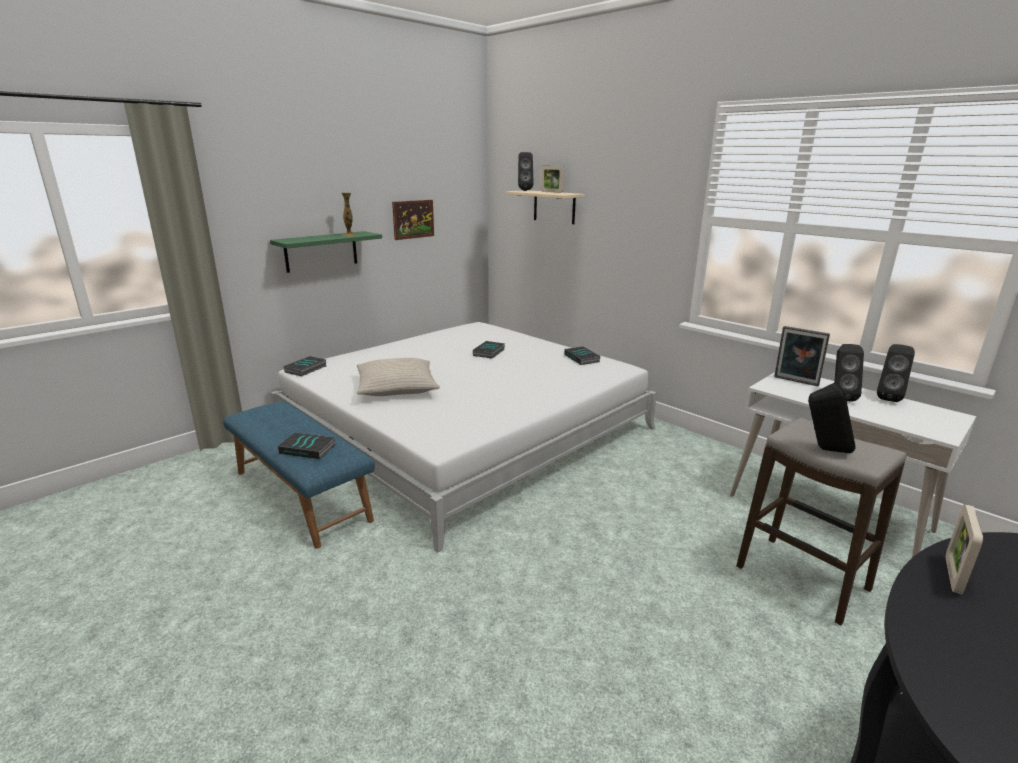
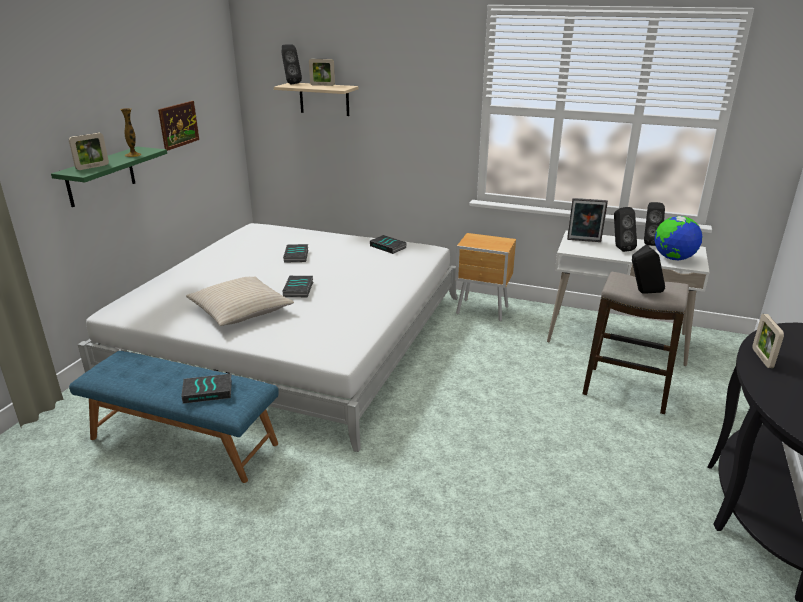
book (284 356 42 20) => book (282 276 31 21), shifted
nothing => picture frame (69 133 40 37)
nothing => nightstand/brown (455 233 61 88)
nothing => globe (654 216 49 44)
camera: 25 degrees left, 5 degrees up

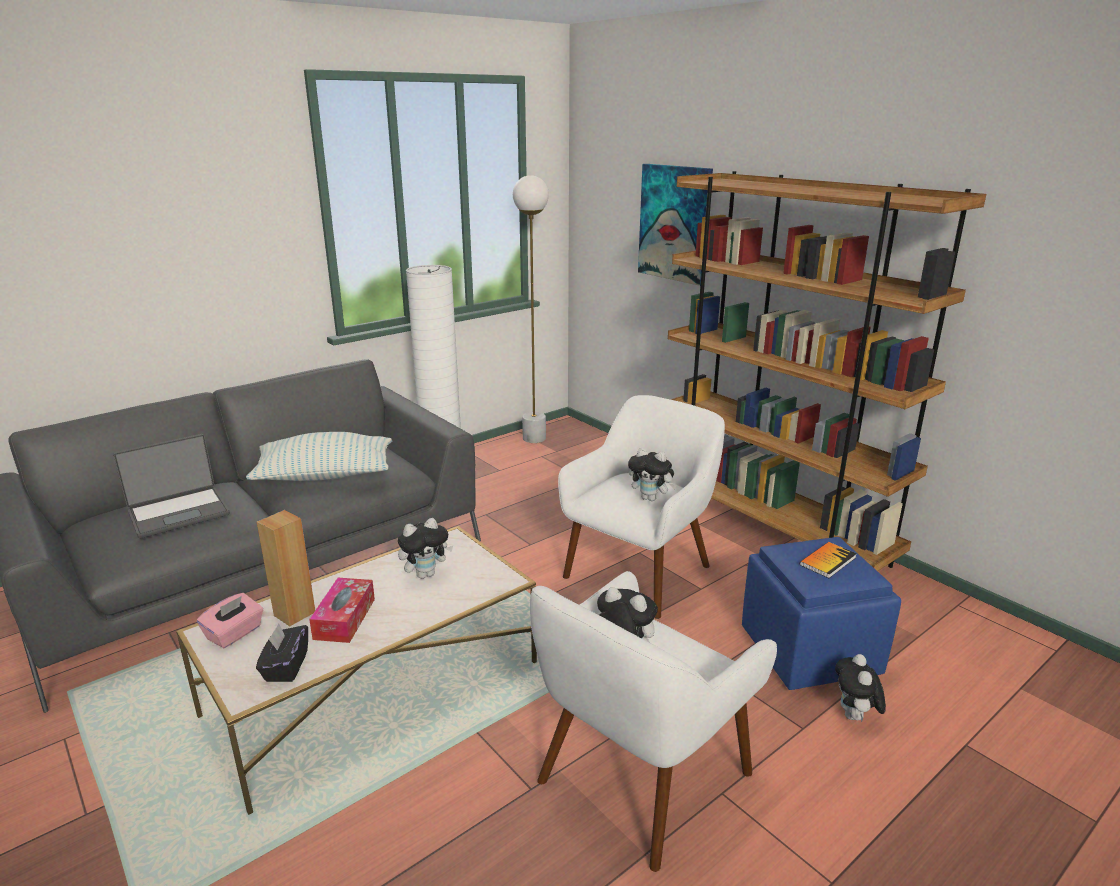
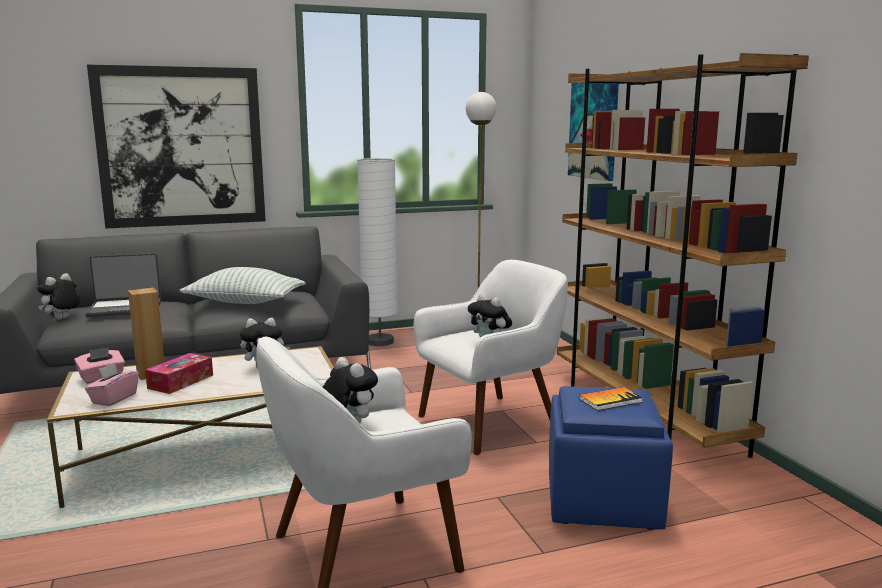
tissue box/black (256 623 52 59) => tissue box/pink (85 362 54 44)
plush toy (835 654 51 69) => plush toy (37 273 43 47), shifted
nothing => picture (87 65 179 163)
camera: 20 degrees right, 10 degrees down

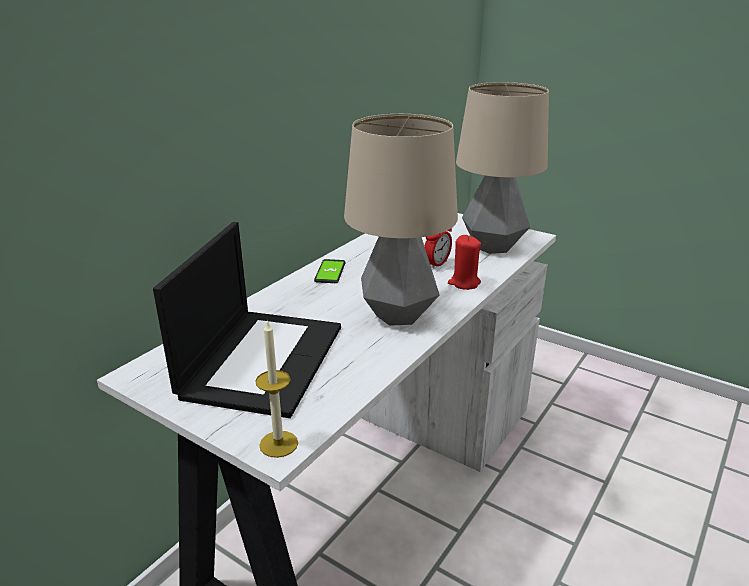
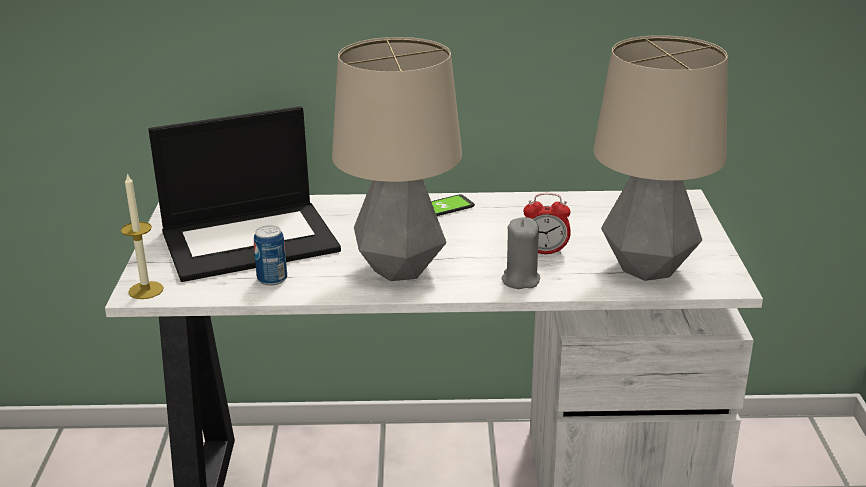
candle/red (448 235 33 55) => candle/grey (502 217 38 72)
nothing => can (254 225 33 61)
camera: 55 degrees right, 0 degrees up

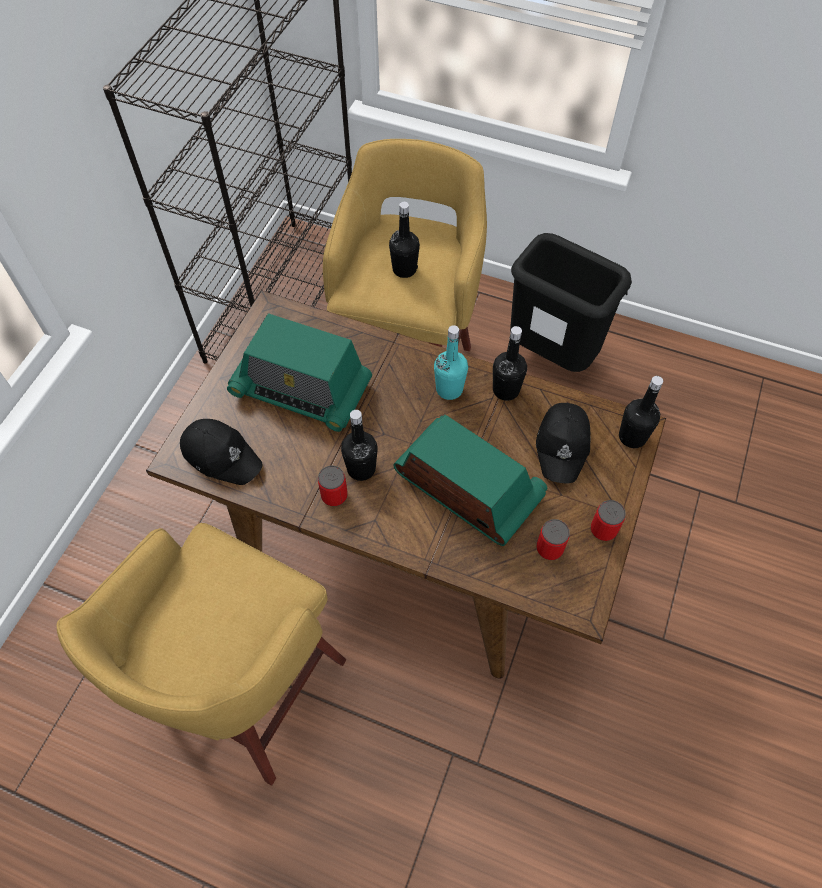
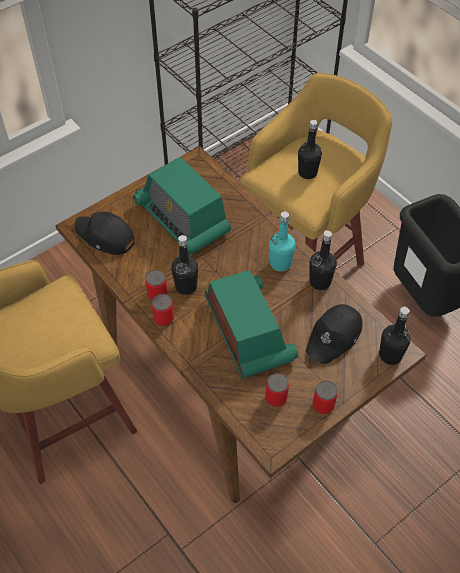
cap/black (180 419 83 66) => cap/black (75 212 60 43), 150 degrees clockwise
nothing => can (152 294 22 32)
camera: 30 degrees right, 5 degrees down

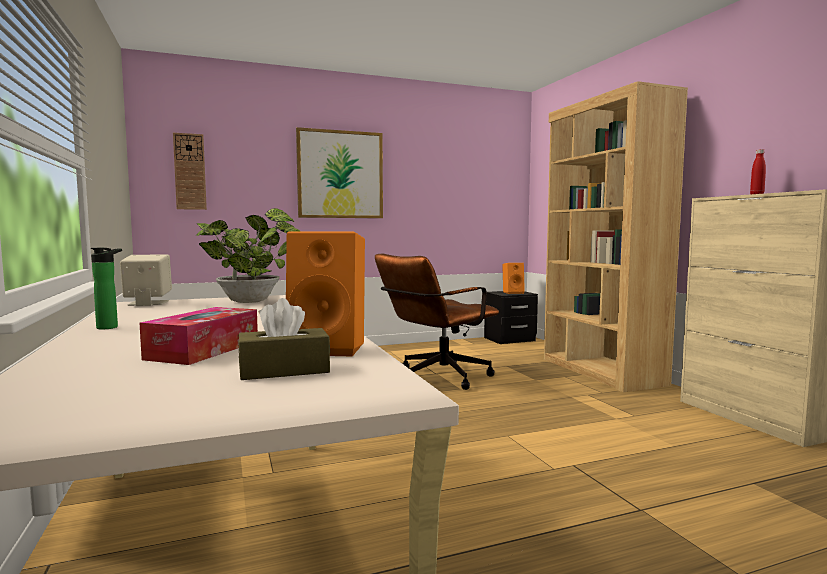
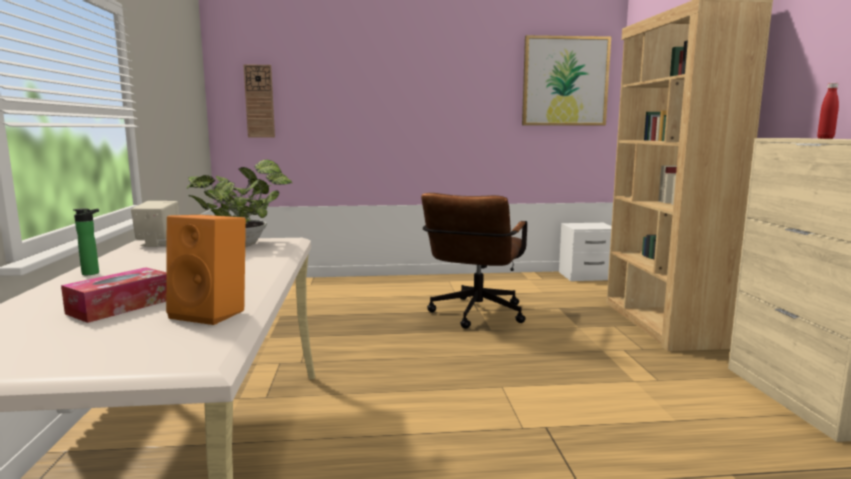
tissue box/brown (238 298 92 82) => nothing
picture (296 127 87 91) => picture (522 35 89 90), shifted
office chair/brown (375 254 124 136) => office chair/brown (421 193 106 136), 45 degrees counterclockwise
nightstand/black (484 291 54 53) => nightstand/white (559 223 53 58)
speaker/orange (502 263 23 31) => nothing
camera: 15 degrees right, 5 degrees up

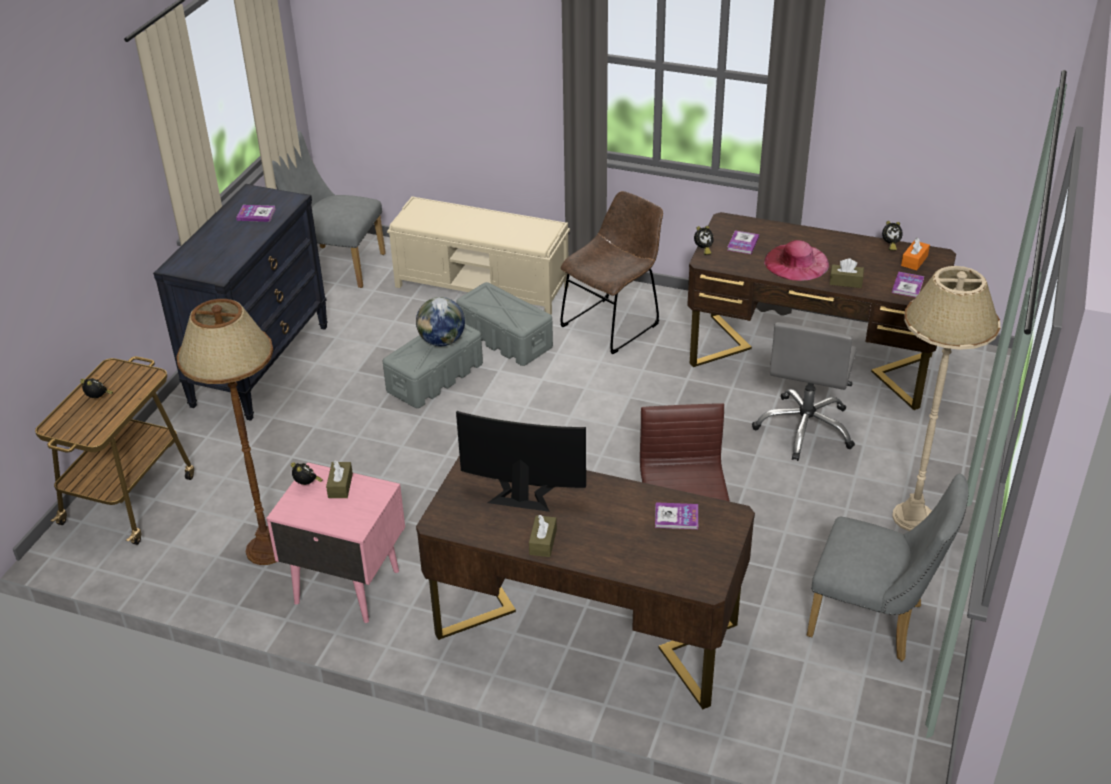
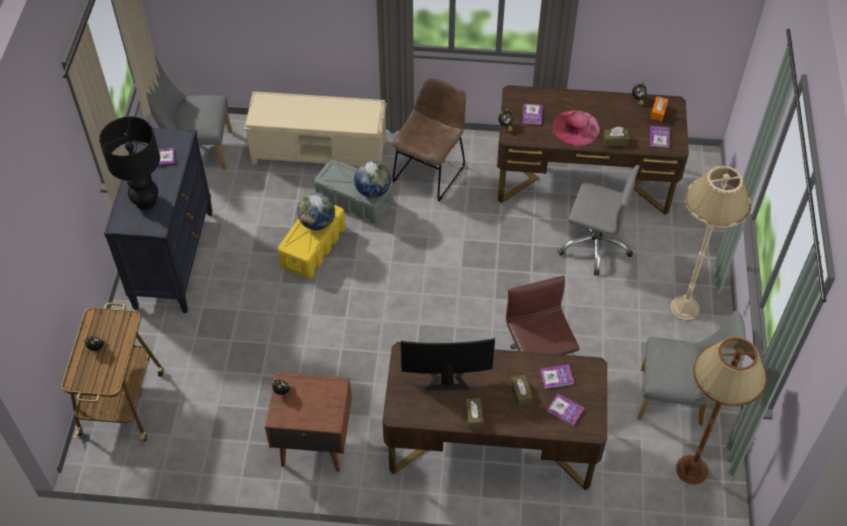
floor lamp/brown (176 299 100 266) => floor lamp/brown (676 337 91 148), shifted
nightstand/pink (266 462 139 161) => nightstand/brown (265 372 87 100)
tissue box/brown (326 461 27 37) => tissue box/brown (511 375 22 31), shifted
storage box/grey (383 324 100 84) => storage box/yellow (278 205 67 74)
office chair/grey (752 322 105 139) => office chair/grey (558 165 82 111), 75 degrees counterclockwise
nothing => table lamp/black (99 117 61 93)
nothing => globe (354 161 37 37)
nothing => book (547 394 37 32)
camera: 15 degrees left, 15 degrees up

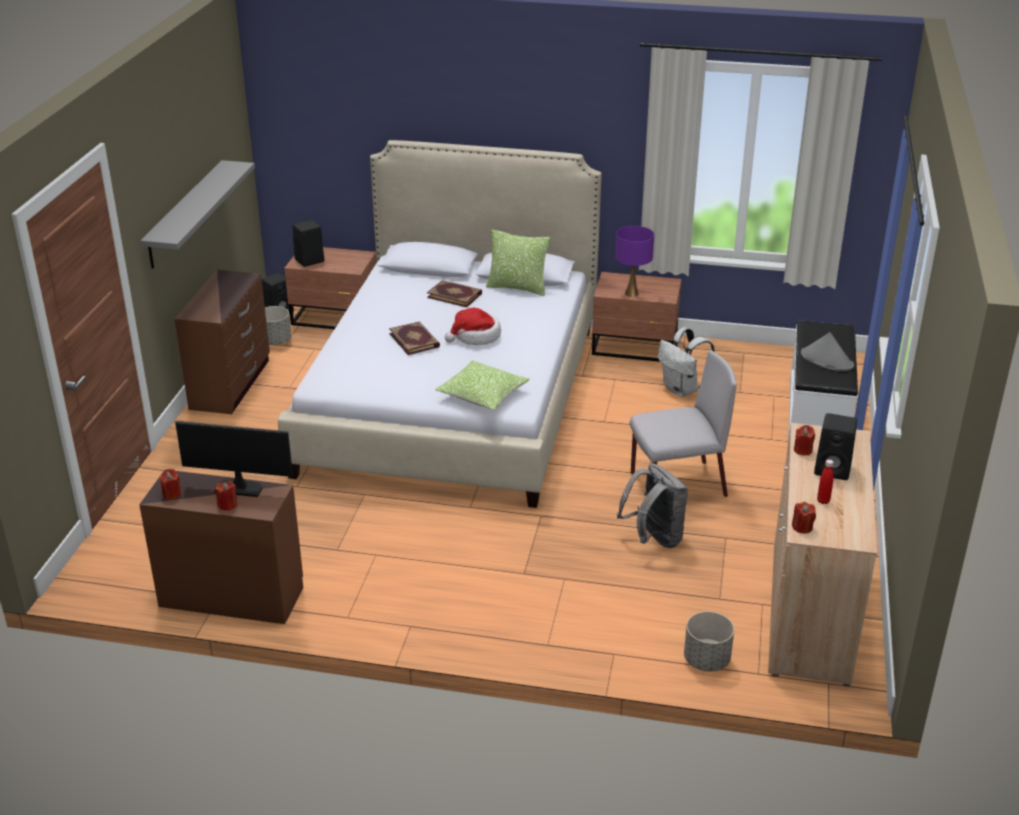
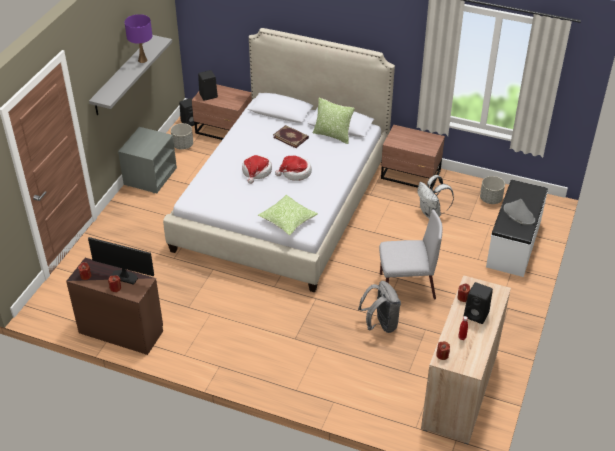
dresser/brown (175 270 95 144) => nightstand/grey (118 127 59 66)
book (389 322 51 33) => hat (242 155 30 29)
table lamp/purple (615 226 39 71) => table lamp/purple (124 14 28 49), shifted
planter/grey (684 611 50 61) => planter/grey (480 176 25 28), shifted
camera: 10 degrees right, 10 degrees up

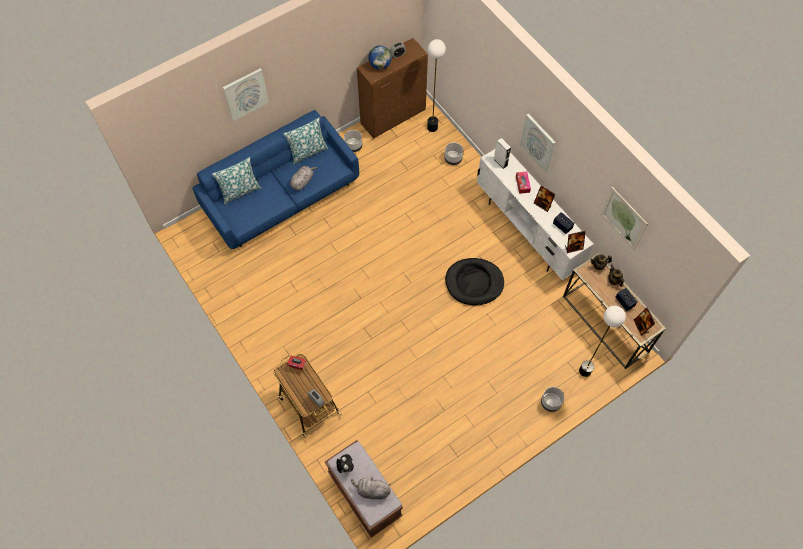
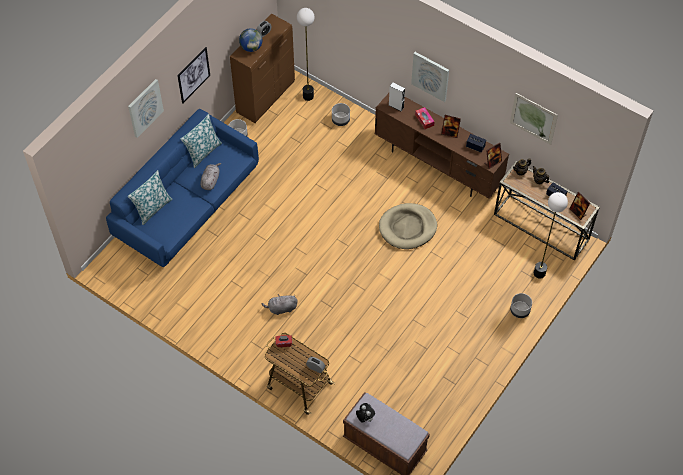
plush toy/grey (351 477 40 23) => plush toy/grey (262 294 36 21), shifted
dog bed/black (445 258 59 47) => dog bed/beige (379 203 58 46)
tv stand/white (477 149 117 131) => tv stand/brown (375 93 134 106)
nothing => picture (177 47 33 57)
camera: 20 degrees left, 5 degrees down

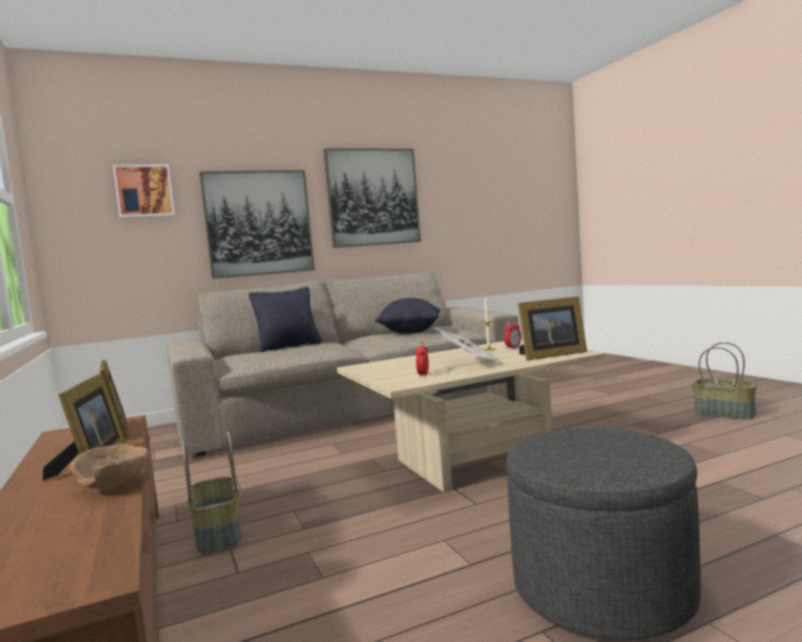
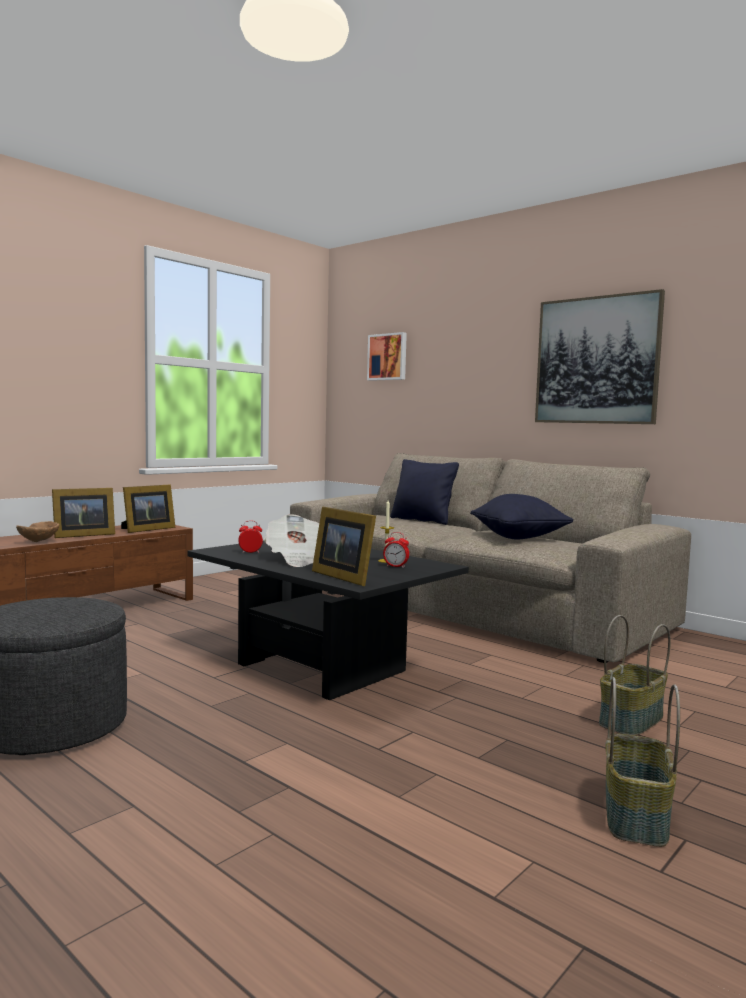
basket (183 432 58 123) => basket (599 615 72 121), shifted
picture (199 170 116 109) => nothing
coffee table/beige (337 340 269 152) => coffee table/black (187 540 282 160)
camera: 65 degrees right, 0 degrees up

